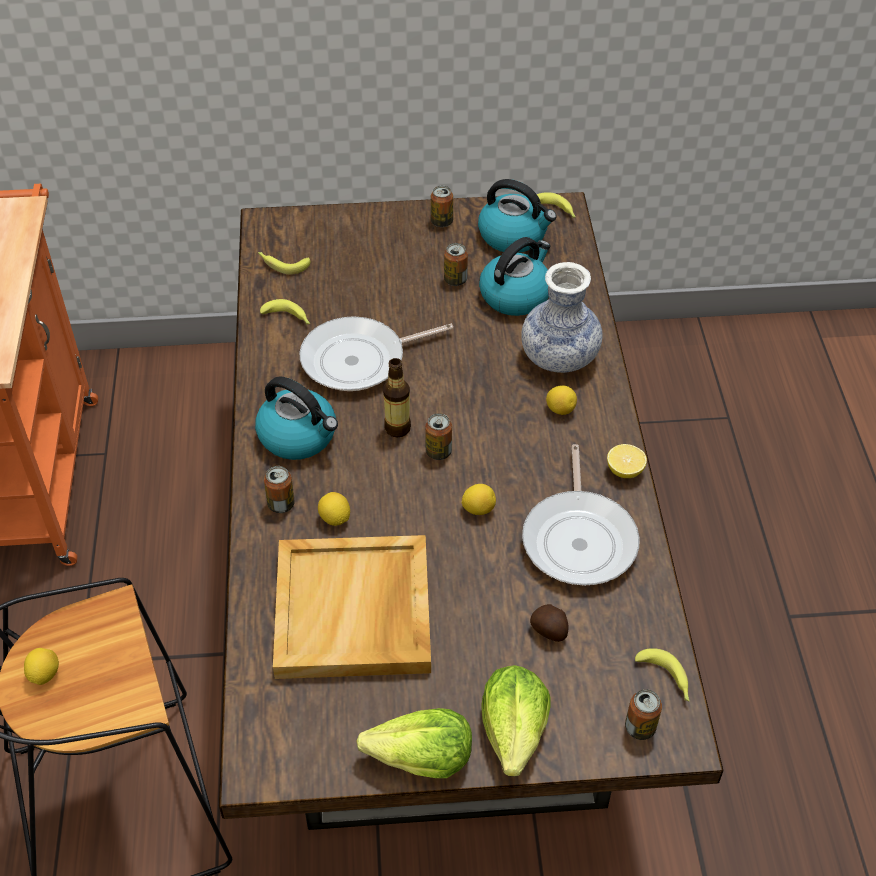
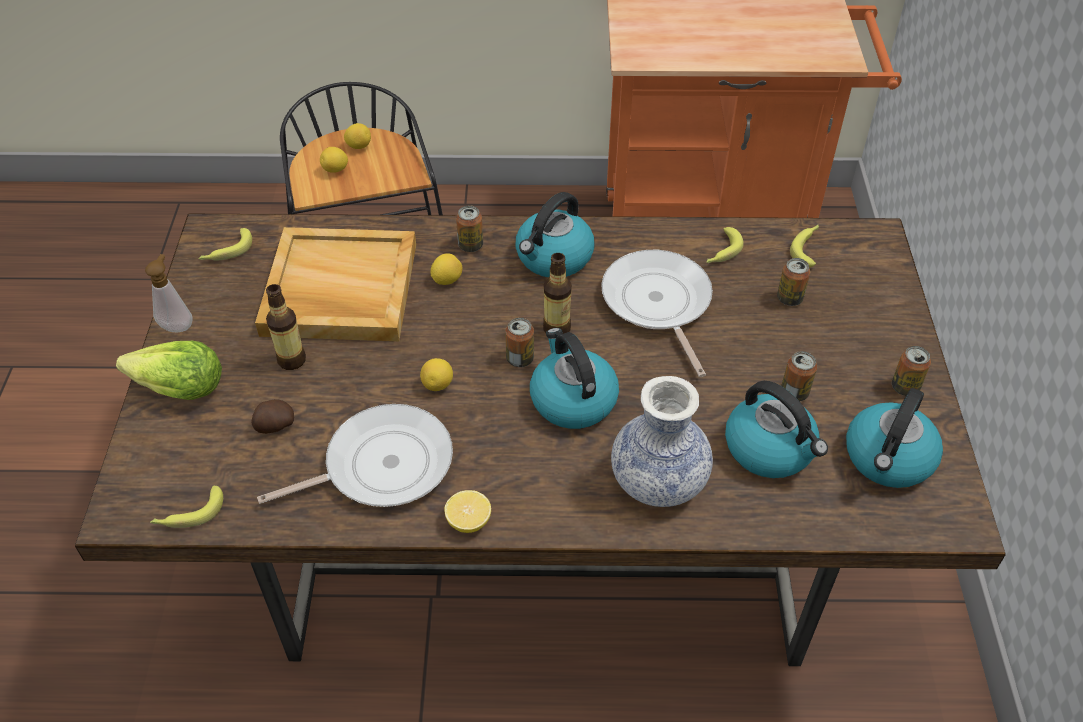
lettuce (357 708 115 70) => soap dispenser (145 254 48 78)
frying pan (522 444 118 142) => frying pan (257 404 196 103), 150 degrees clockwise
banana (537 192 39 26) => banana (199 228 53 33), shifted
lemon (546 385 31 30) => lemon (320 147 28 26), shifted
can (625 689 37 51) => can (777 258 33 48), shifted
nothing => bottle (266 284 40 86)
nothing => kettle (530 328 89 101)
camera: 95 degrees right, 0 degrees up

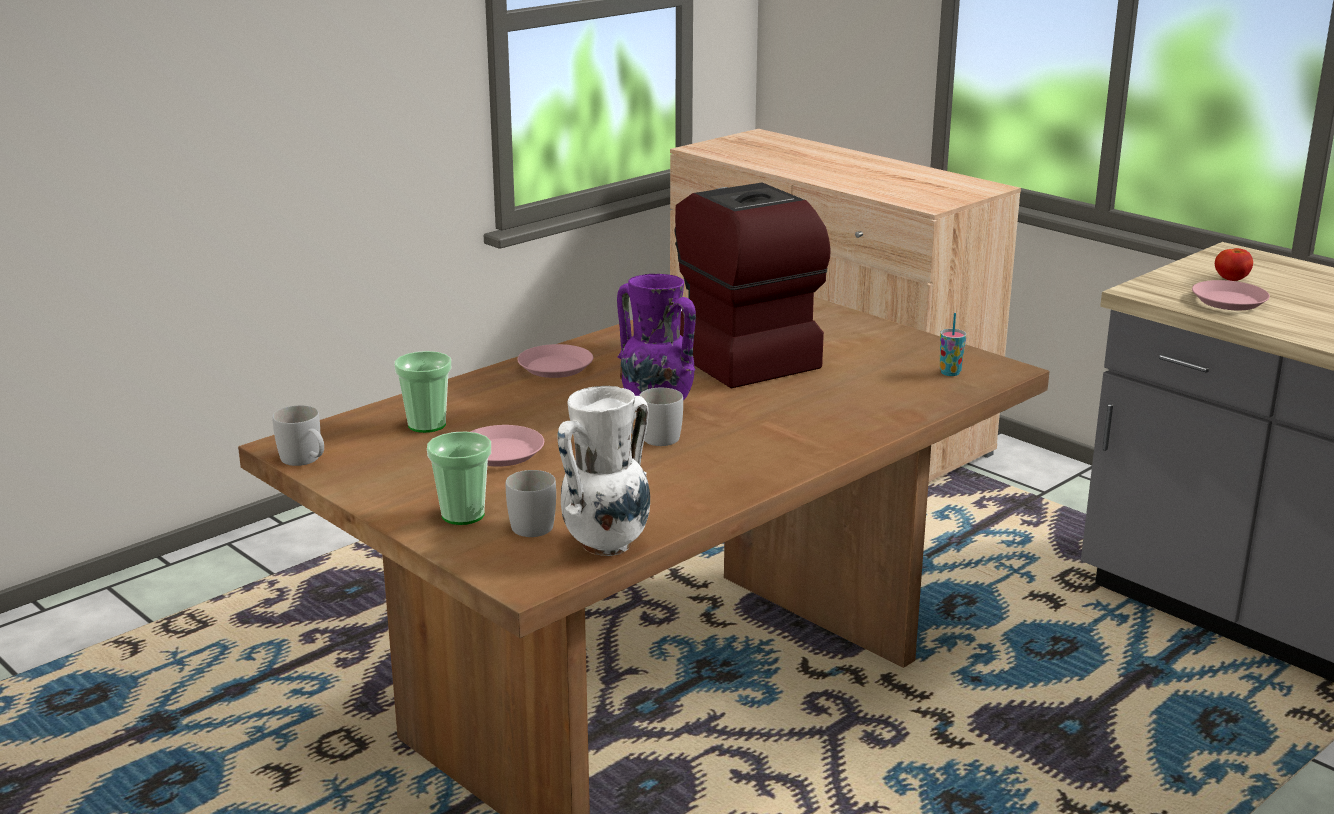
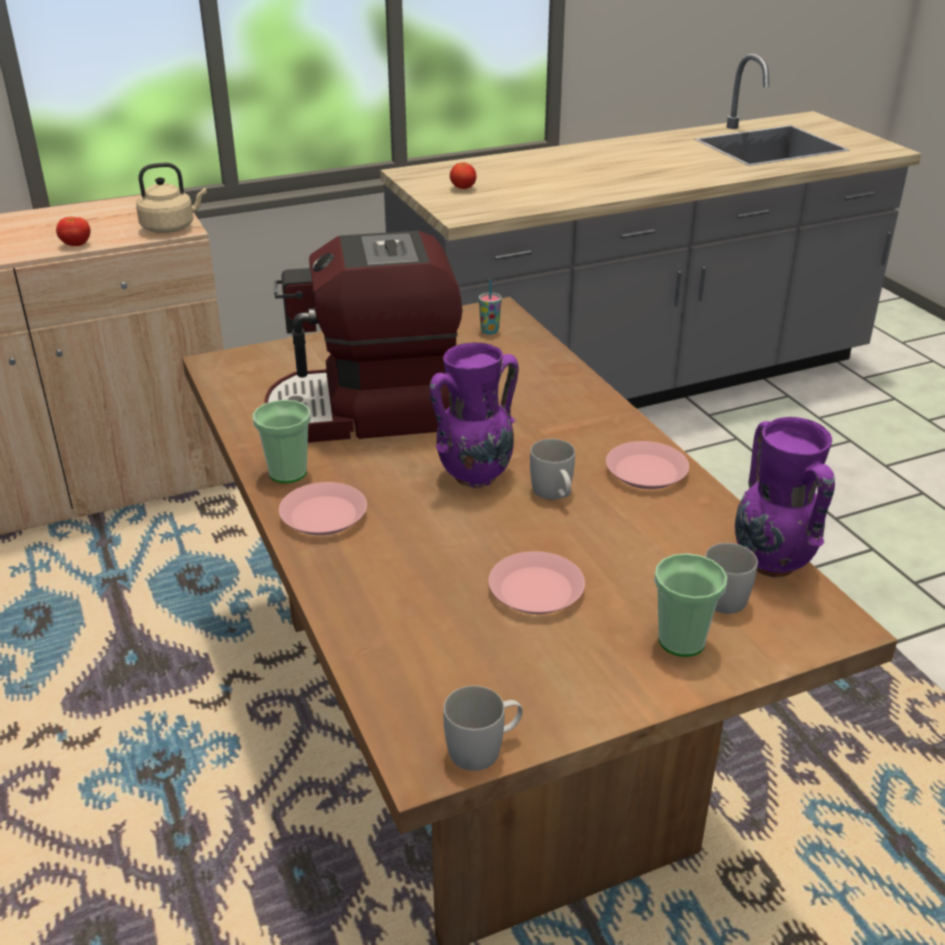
cup (395 351 56 82) => cup (252 400 59 83), shifted
vase/white (558 386 92 170) => vase/purple (735 417 100 161)
plate/pink (1192 280 78 30) => plate/pink (606 441 83 48), shifted
nothing => tomato (56 217 35 29)
nothing => kettle/beige (136 163 71 70)
camera: 70 degrees left, 10 degrees up

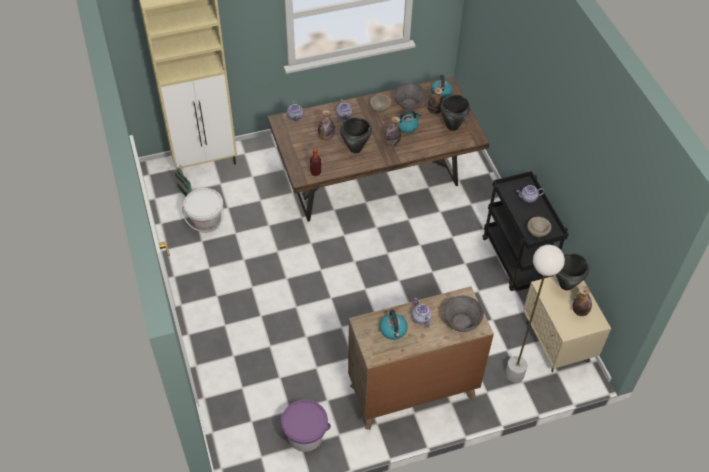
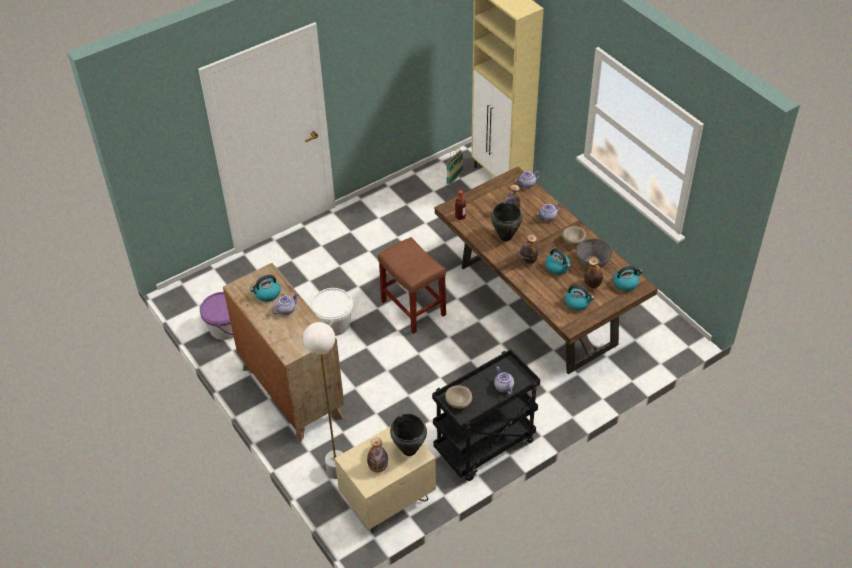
bucket/white (182 188 42 45) => bucket/white (311 288 42 48), shifted
cooking pot/black (440 95 30 36) => kettle (565 285 30 26)
bowl/grey (443 296 41 36) => nothing
nothing => stool/brown (378 237 68 97)
camera: 75 degrees right, 5 degrees down

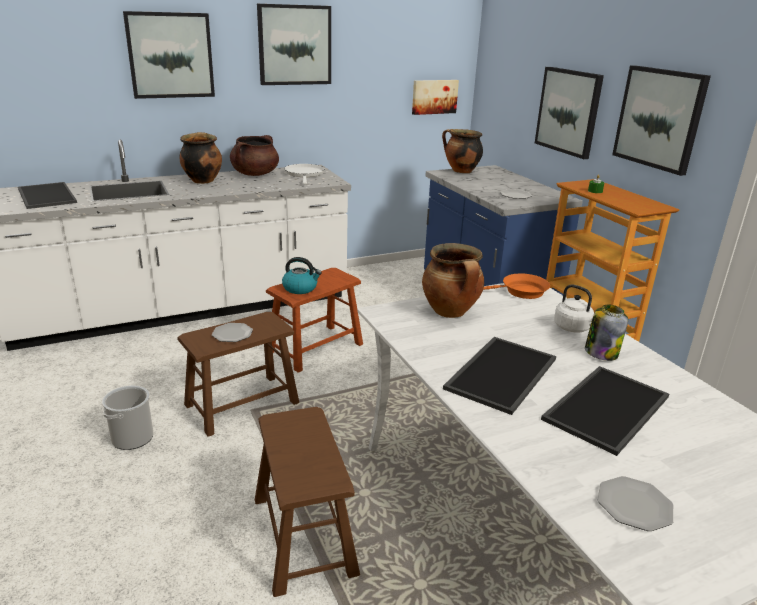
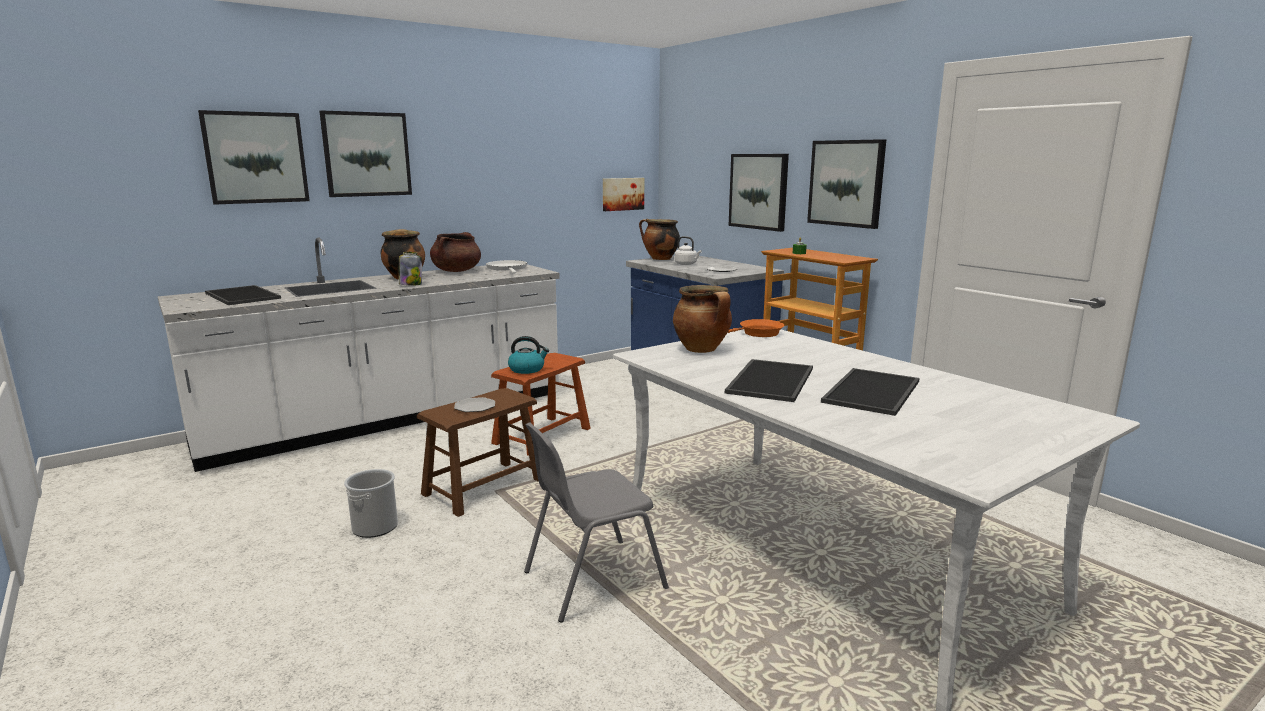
stool/brown (255 407 105 190) => chair/grey (524 422 145 201)
picture (257 4 74 81) => picture (198 110 112 95), shifted
kettle/white (554 285 40 48) => kettle/white (675 236 27 29), shifted
jar (585 305 43 56) => jar (399 252 23 34), shifted
plate (598 476 75 55) => nothing
camera: 10 degrees left, 10 degrees down

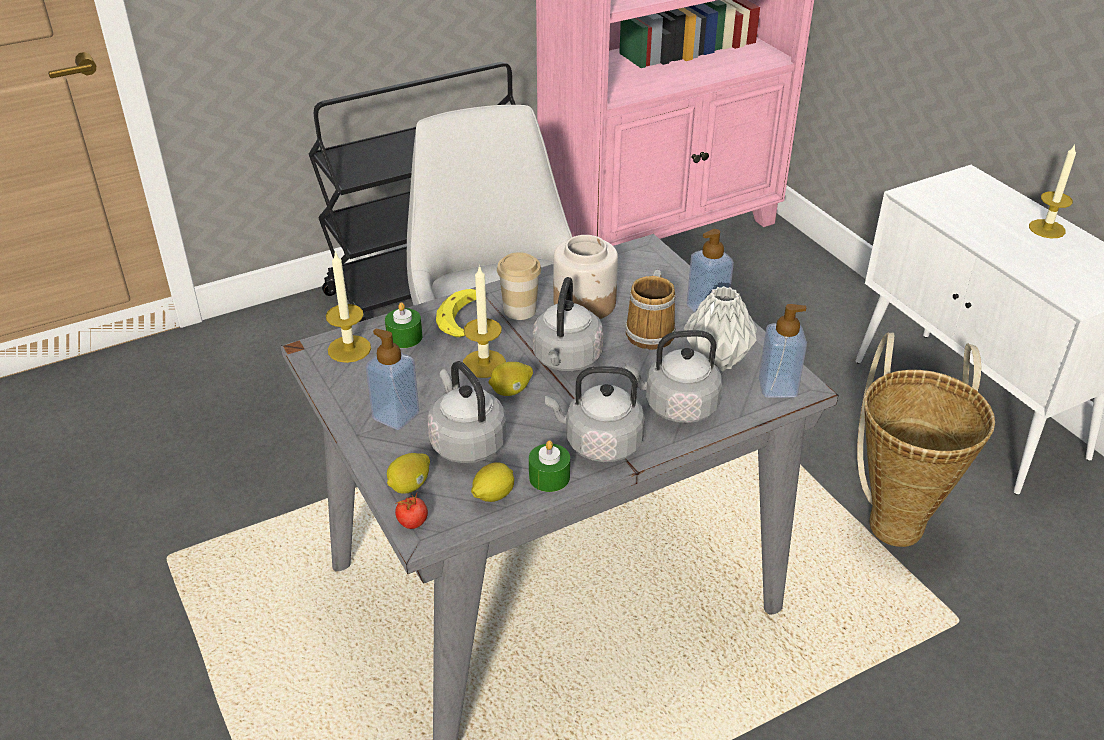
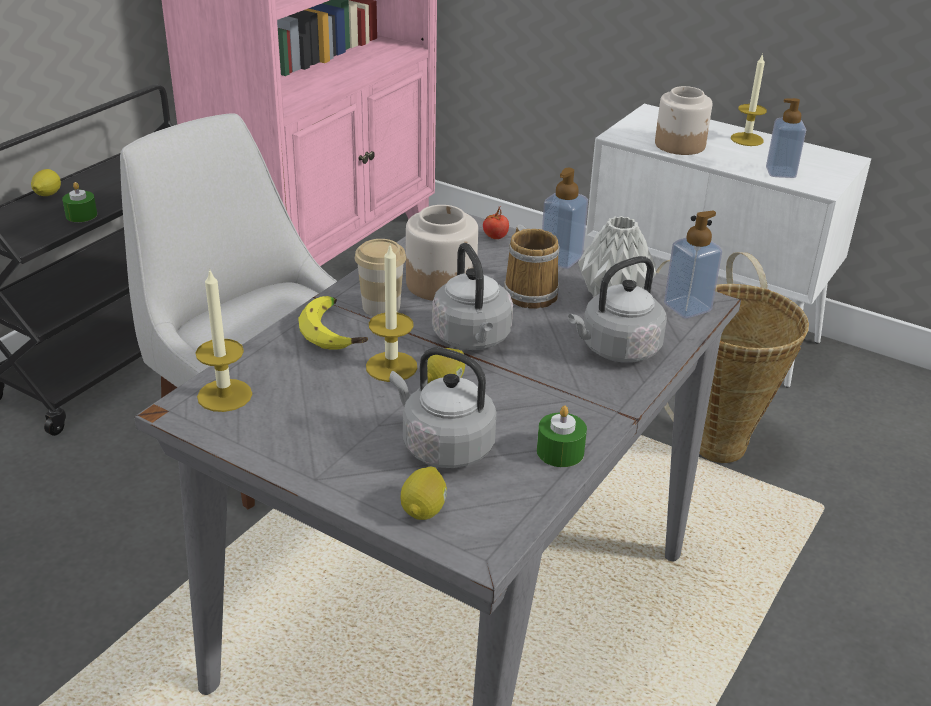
soap dispenser (365 329 54 101) => soap dispenser (766 98 40 80), shifted
candle/green (385 302 37 46) => candle/green (62 182 35 40), shifted
tomato (395 494 33 35) => tomato (483 205 26 34), shifted
lemon (471 462 43 40) => lemon (31 169 30 27), shifted
kettle/grey (545 366 100 96) => nothing
nothing => jar (655 86 57 69)
camera: 30 degrees left, 5 degrees down

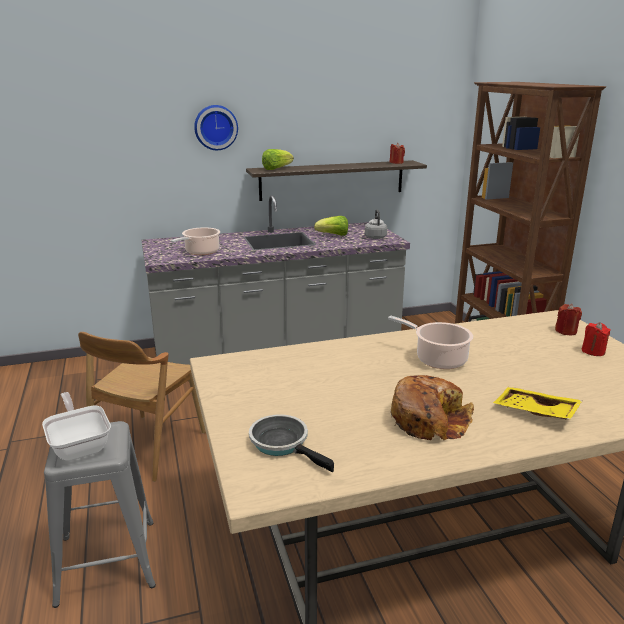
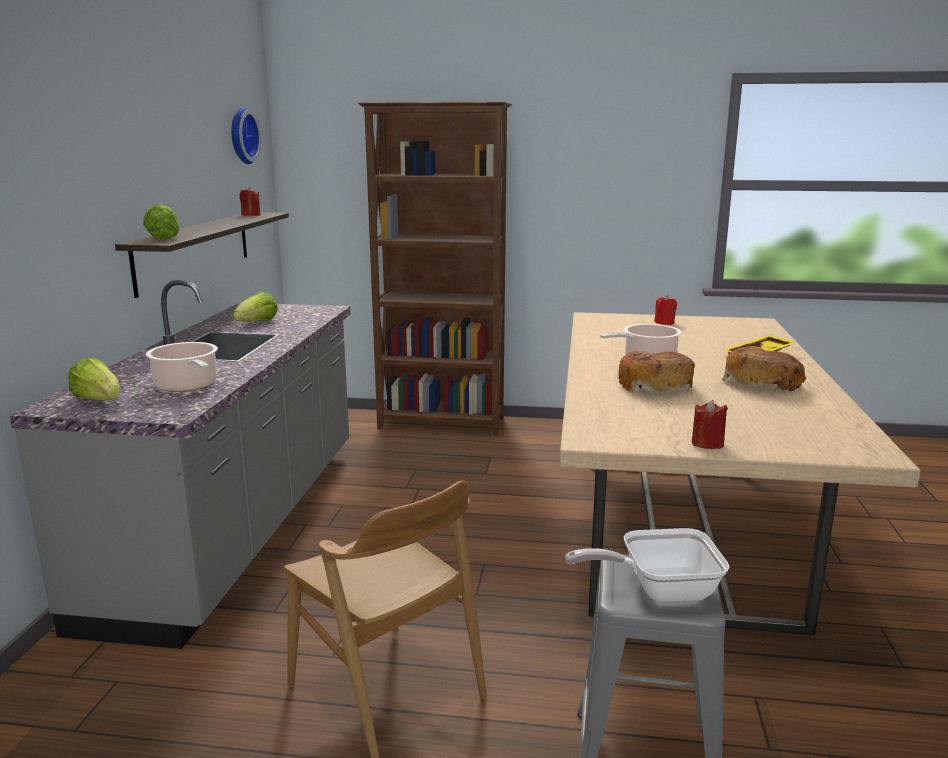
wall clock (194 105 44 45) => wall clock (231 107 30 57), shifted
frying pan (249 414 85 58) => nothing
kettle/grey (365 209 22 30) => nothing
candle/red (555 304 27 31) => candle/red (692 400 36 49), shifted
nothing => lettuce (68 358 53 43)
nothing => bread (618 351 77 42)
camera: 65 degrees left, 5 degrees down

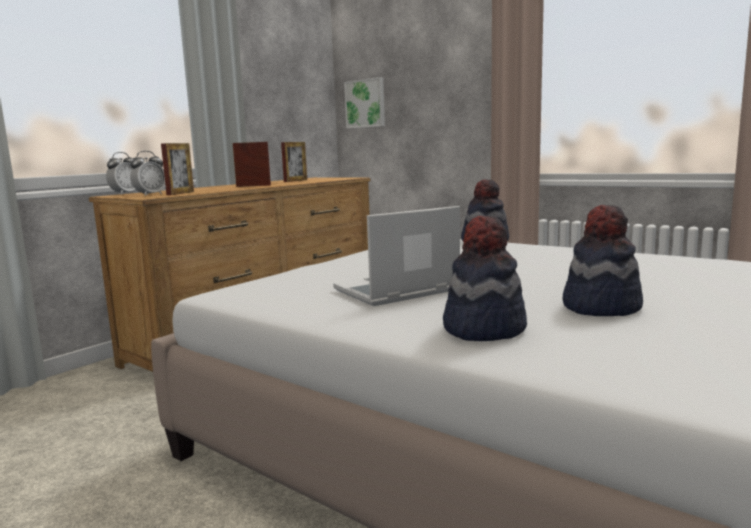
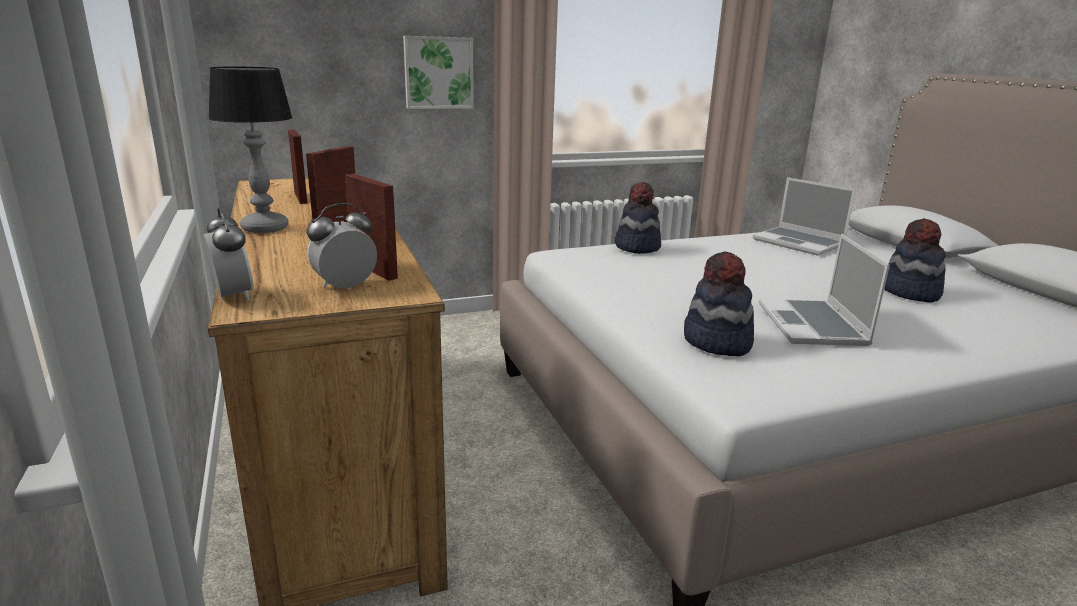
alarm clock (130 151 35 45) => alarm clock (307 203 70 87), 105 degrees counterclockwise
picture (344 77 41 52) => picture (403 36 71 73), shifted
hat (443 216 84 125) => hat (684 251 70 105), shifted
nothing => table lamp (208 67 85 166)
nothing => laptop (753 177 103 79)
camera: 60 degrees left, 10 degrees up

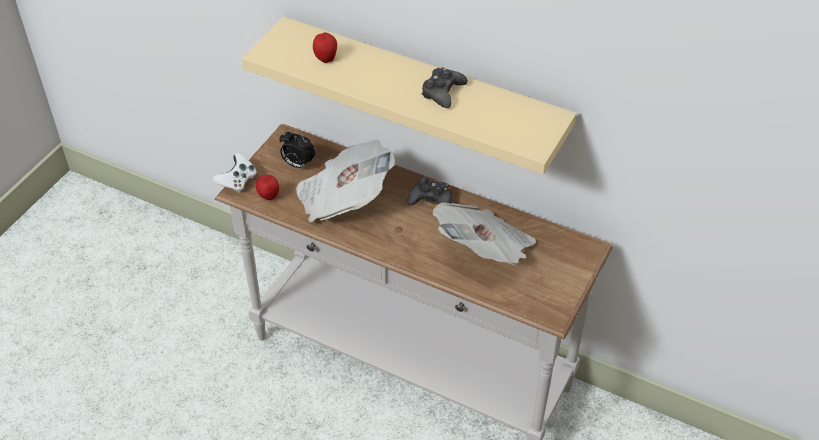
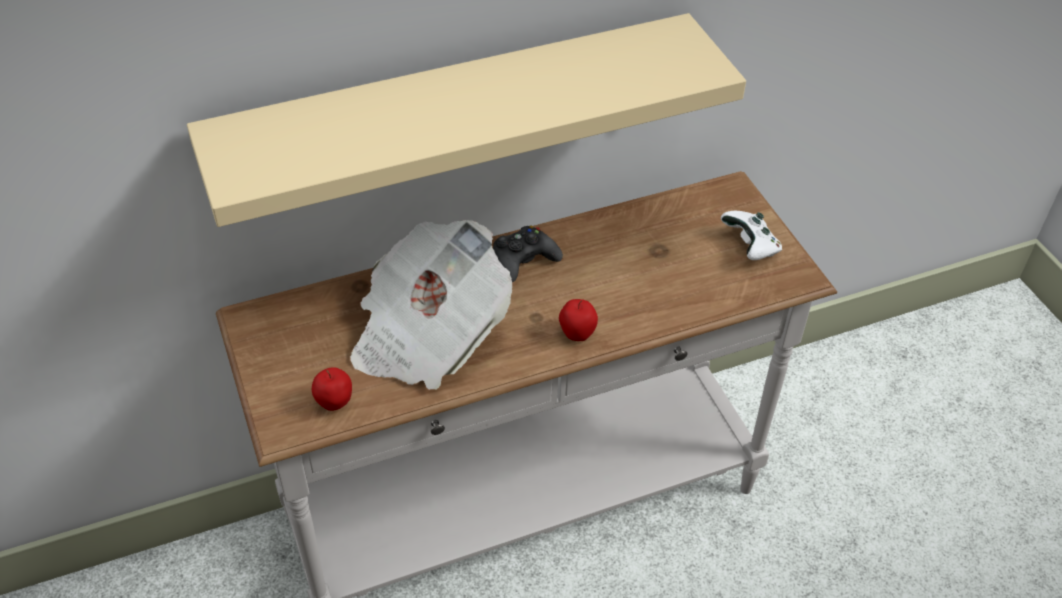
game controller/white (213 153 44 40) => game controller/white (721 211 61 49), shifted
alarm clock (279 130 36 39) => nothing
apple (313 33 24 30) => apple (559 299 39 42), shifted
game controller/black (421 67 47 41) => nothing
newspaper (432 202 104 63) => nothing
camera: 50 degrees left, 0 degrees up

